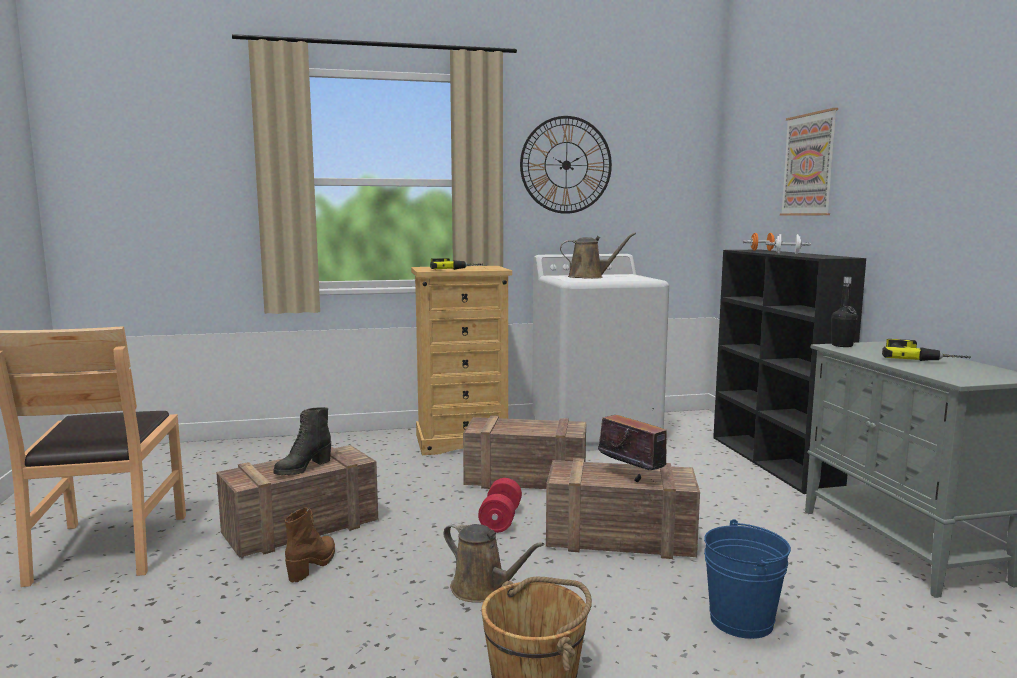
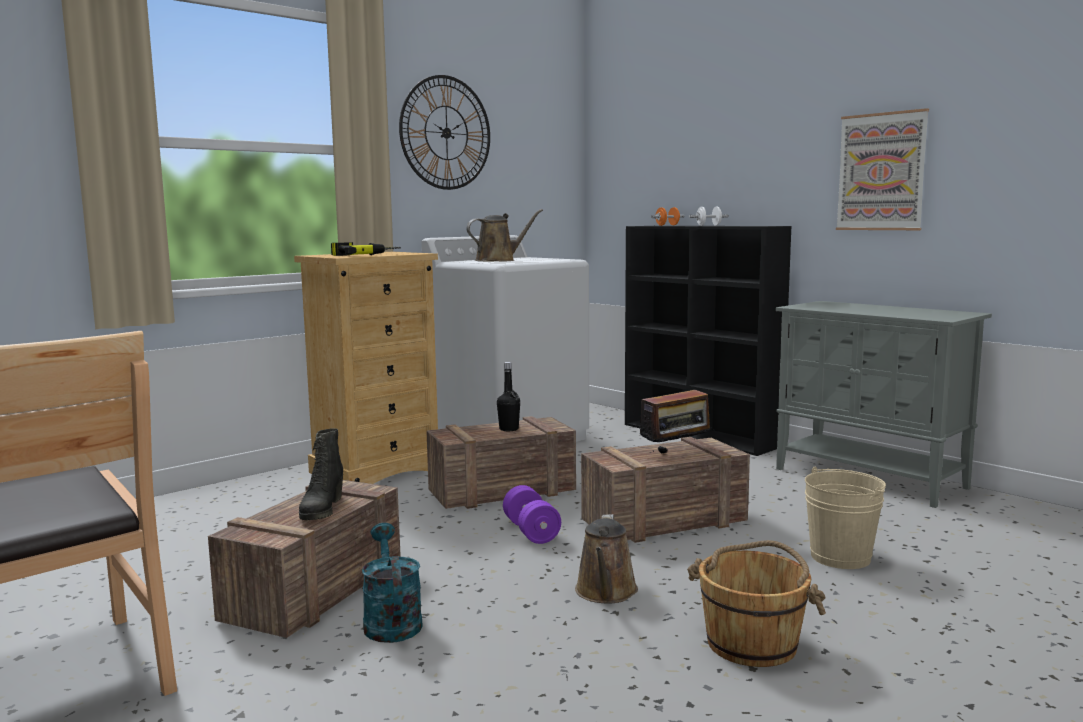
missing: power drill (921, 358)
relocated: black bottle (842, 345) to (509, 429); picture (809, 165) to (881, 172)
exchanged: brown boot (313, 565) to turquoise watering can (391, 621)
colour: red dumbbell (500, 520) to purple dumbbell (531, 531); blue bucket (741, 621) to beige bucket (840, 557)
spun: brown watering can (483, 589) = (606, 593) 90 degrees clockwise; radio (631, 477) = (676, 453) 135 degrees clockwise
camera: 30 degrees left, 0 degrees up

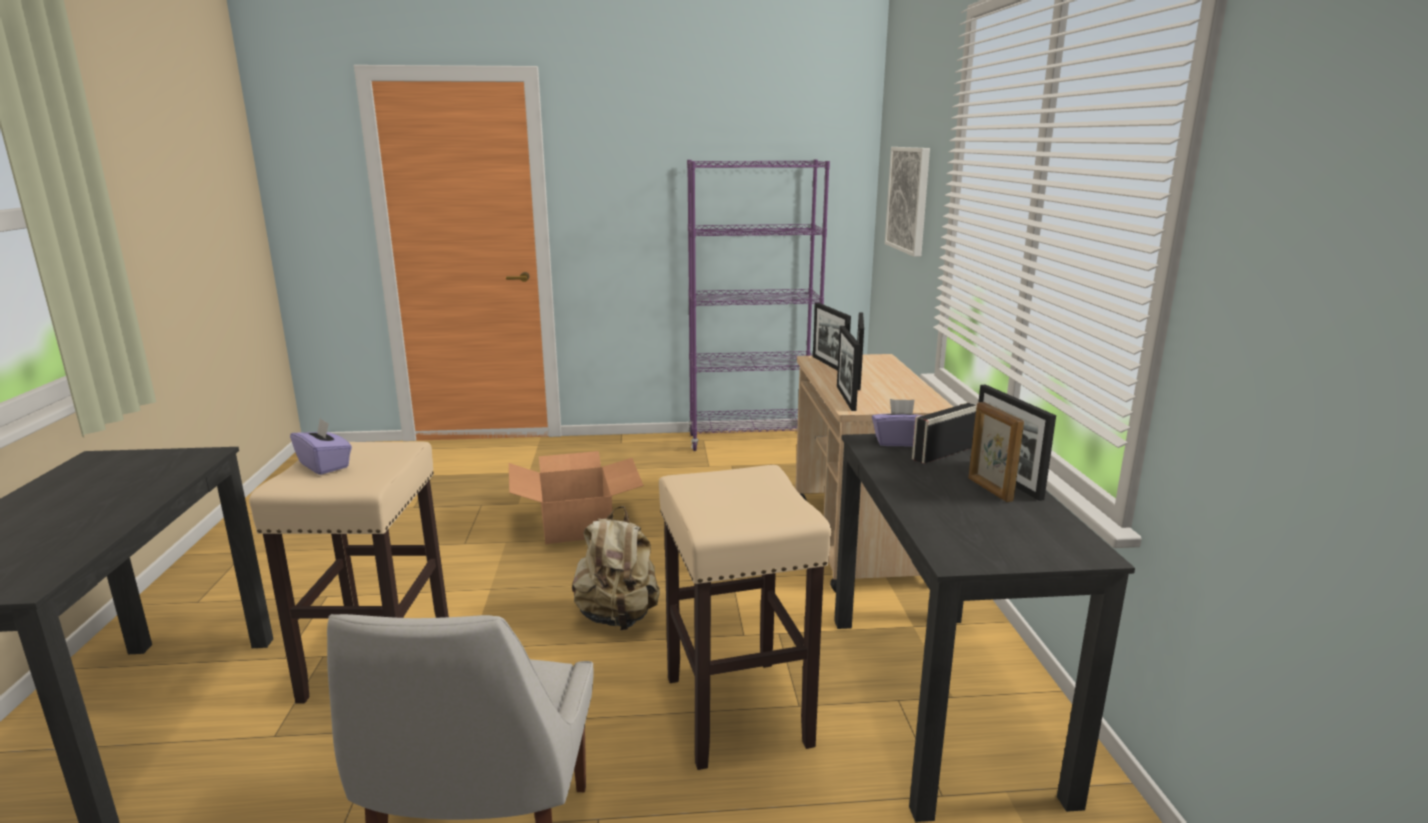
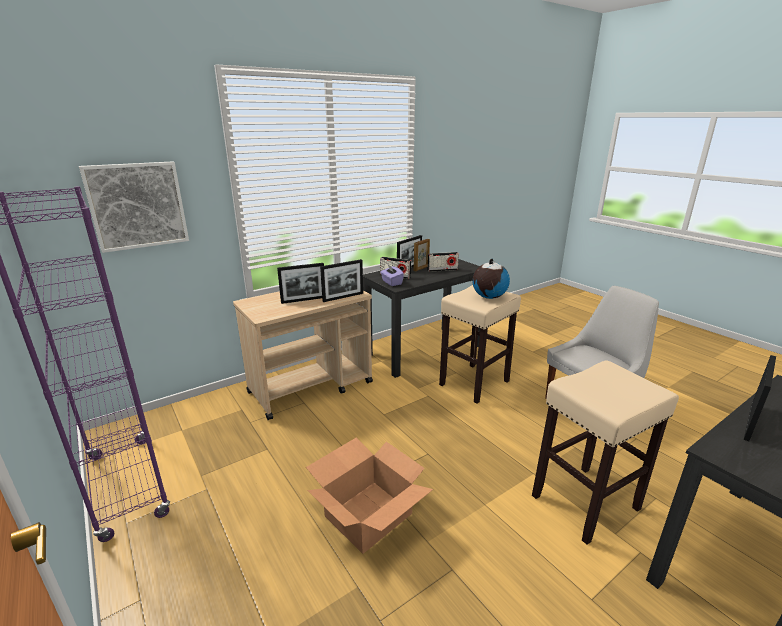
missing: purple tissue box (325, 465); beige backpack (618, 617)
appeared: radio (442, 270); globe (488, 297)
relocated: picture frame (829, 365) to (750, 422)
camera: 120 degrees left, 5 degrees up

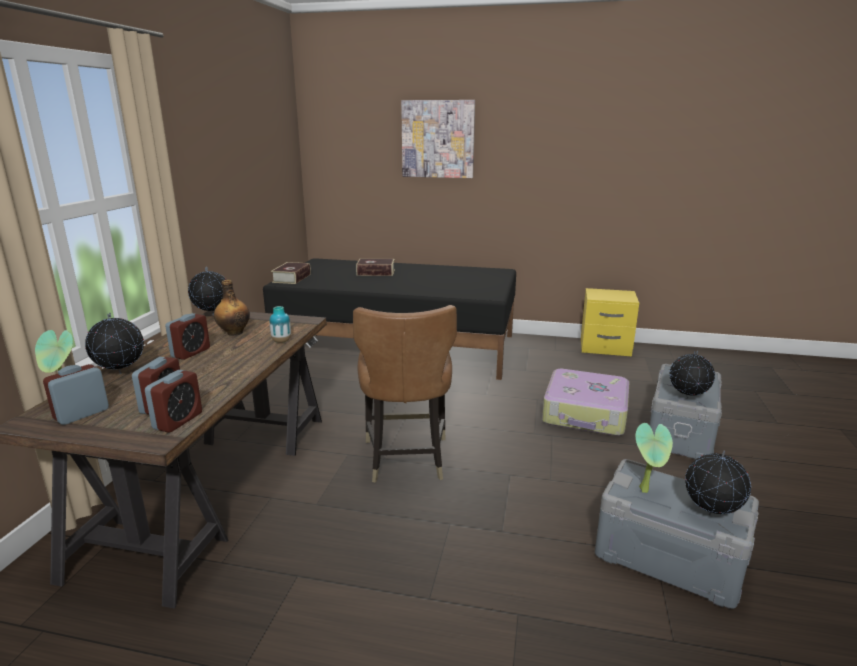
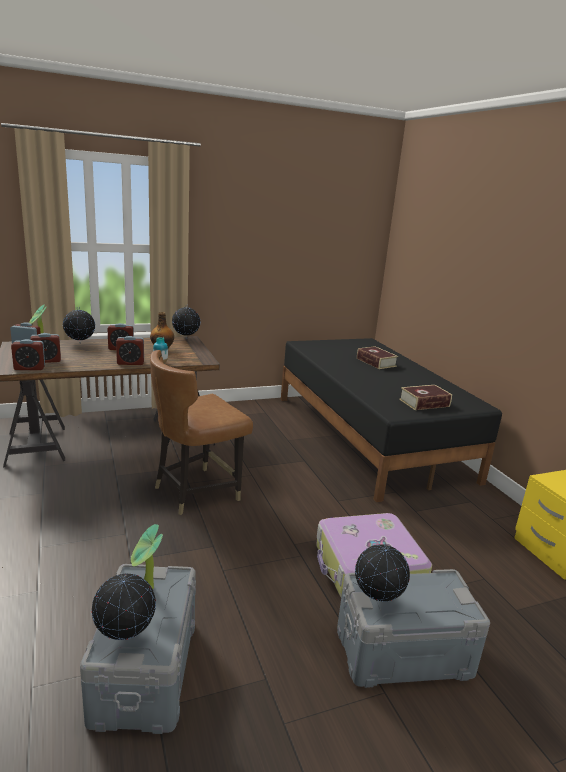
missing: picture (438, 139)
appeared: alarm clock (130, 363)
relocated: book (292, 278) to (424, 403)
camera: 55 degrees right, 0 degrees up

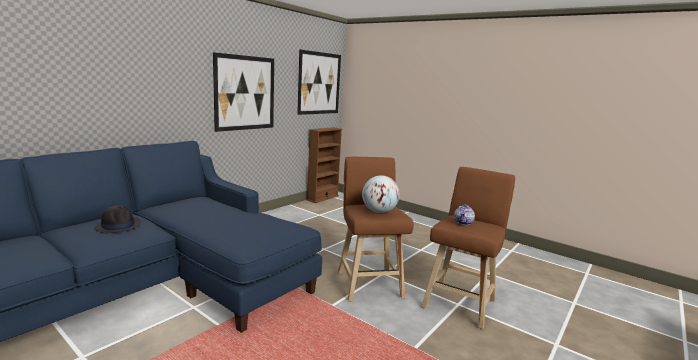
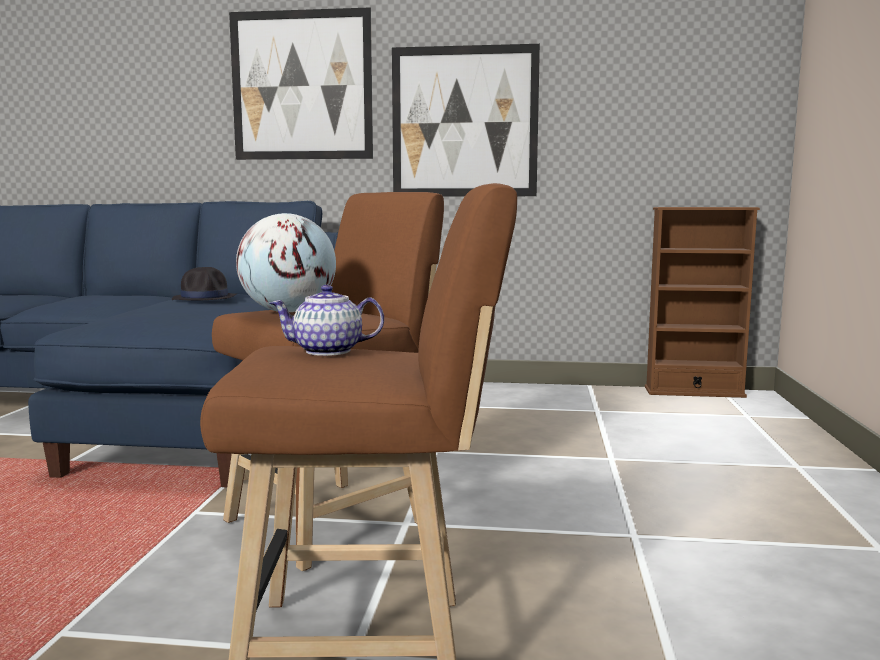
relocated: black hat (118, 225) to (205, 298); picture (319, 83) to (301, 85)
camera: 60 degrees right, 5 degrees down

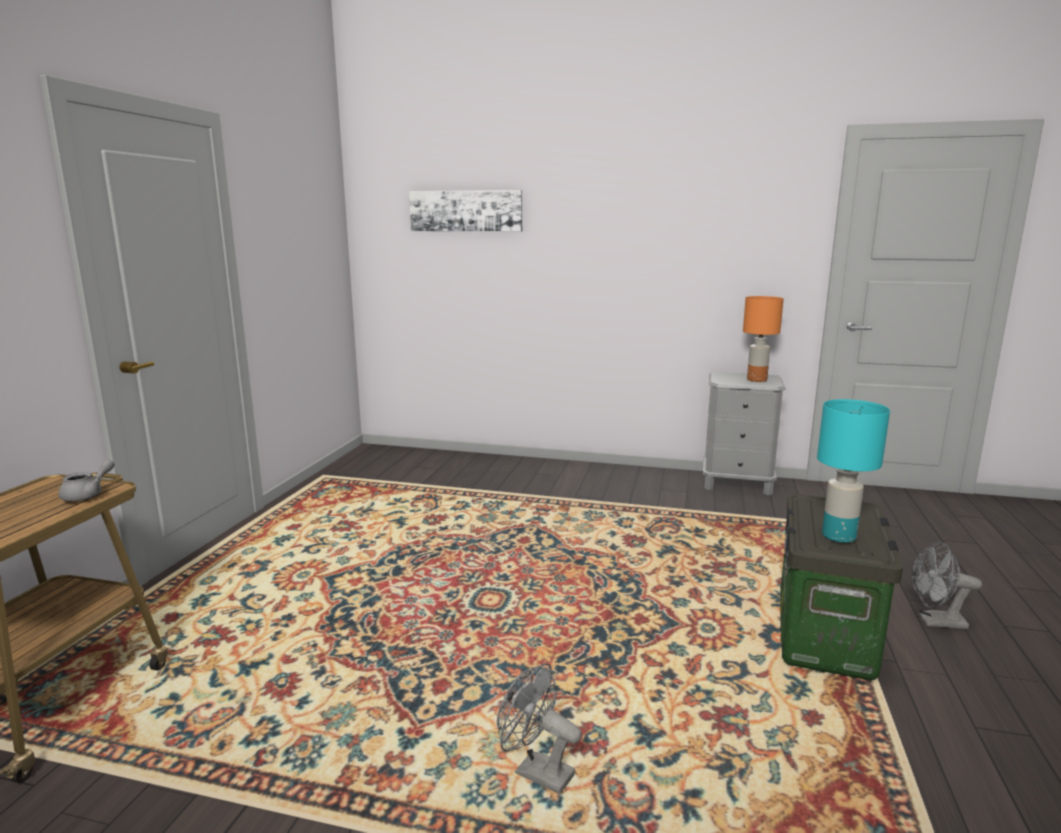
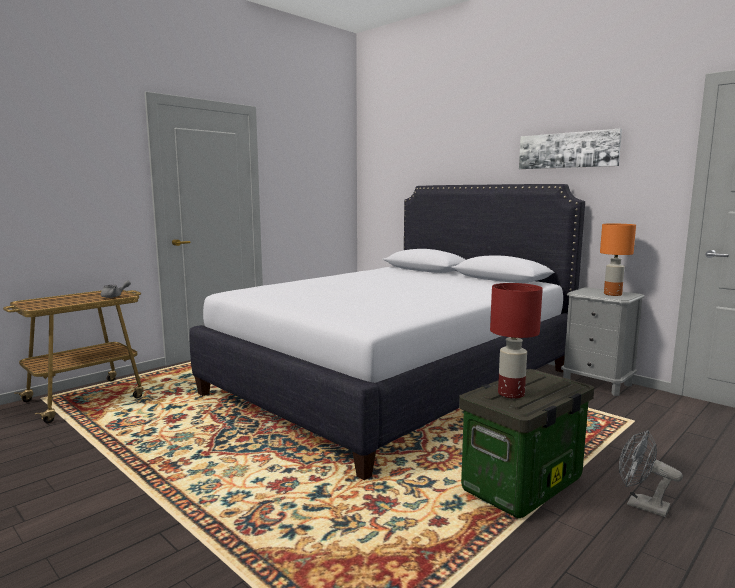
missing: grey fan (536, 771)
appeared: white bed (394, 381)
relocated: picture (466, 211) to (568, 150)
colour: turquoise table lamp (837, 536) to red table lamp (510, 394)
camera: 30 degrees right, 5 degrees down

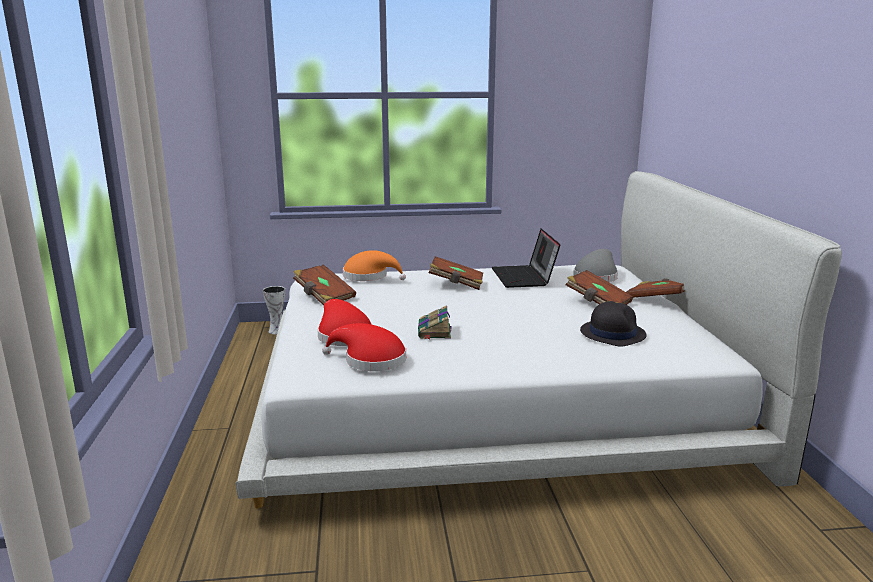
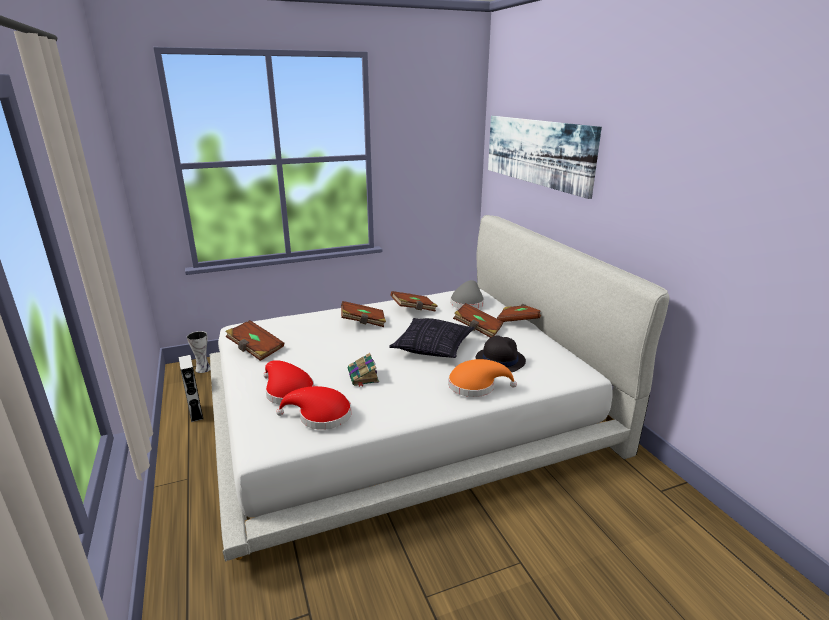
appeared: grey speaker (195, 413); pillow (432, 348); picture (537, 151)
relocated: orange hat (369, 276) to (475, 386)
exchanged: laptop (524, 277) to brown book (414, 309)
camera: 15 degrees left, 5 degrees up

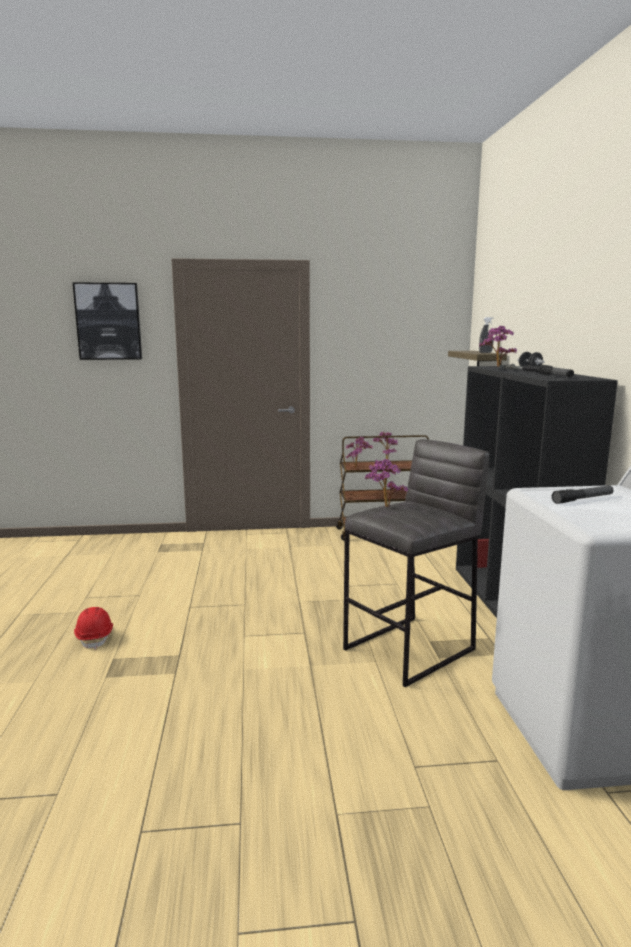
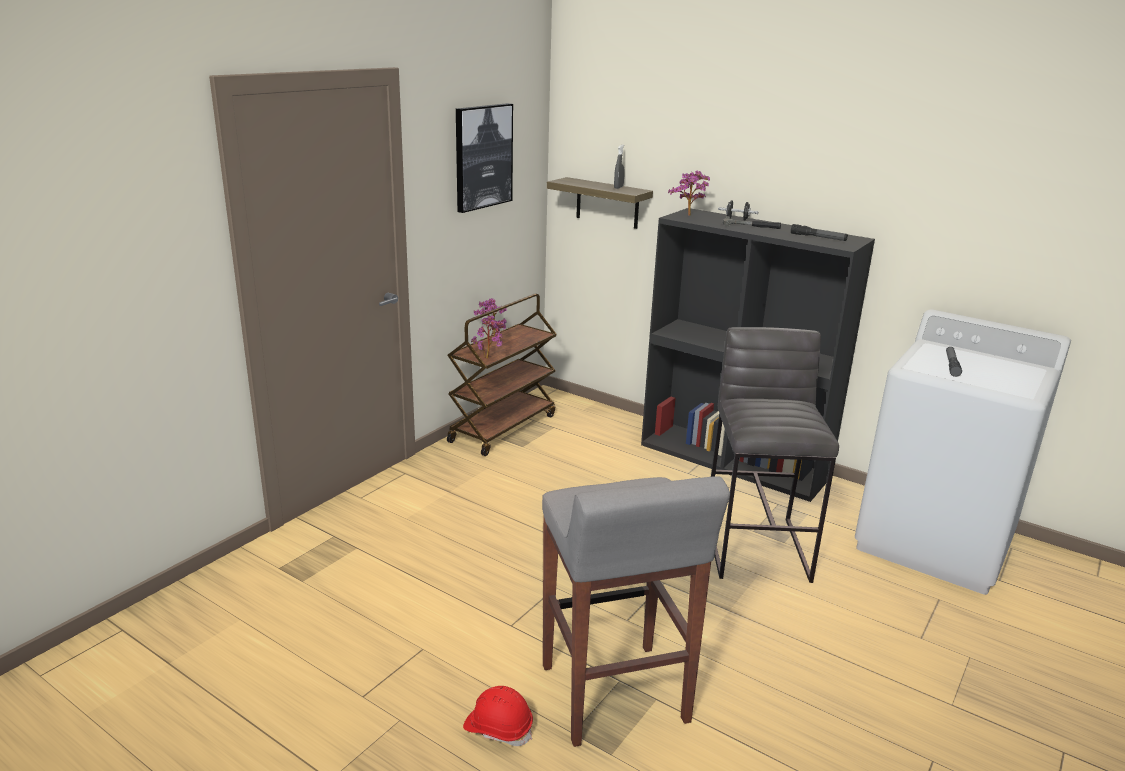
missing: potted plant (384, 507)
appeared: grey stool (614, 695)
relocated: picture (108, 321) to (482, 156)
camera: 50 degrees left, 10 degrees up

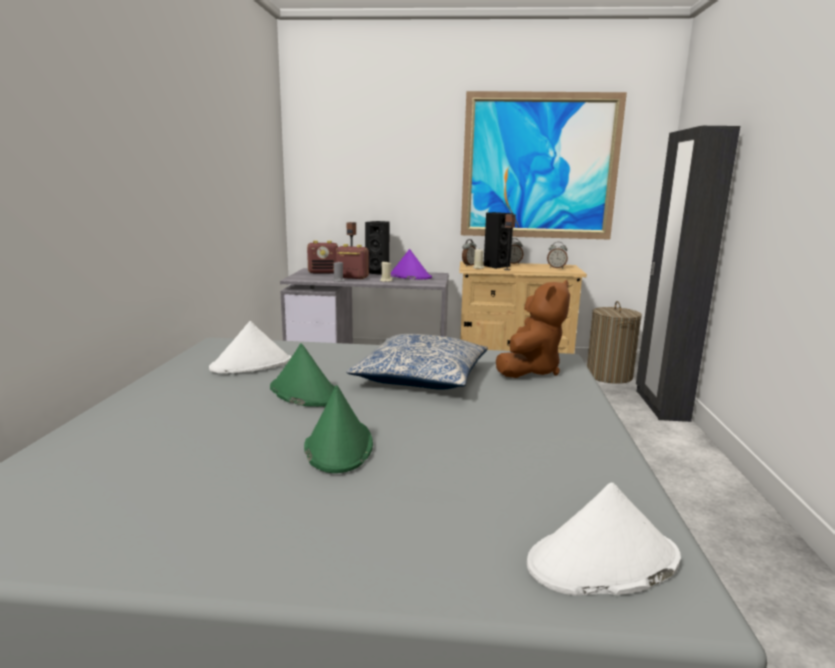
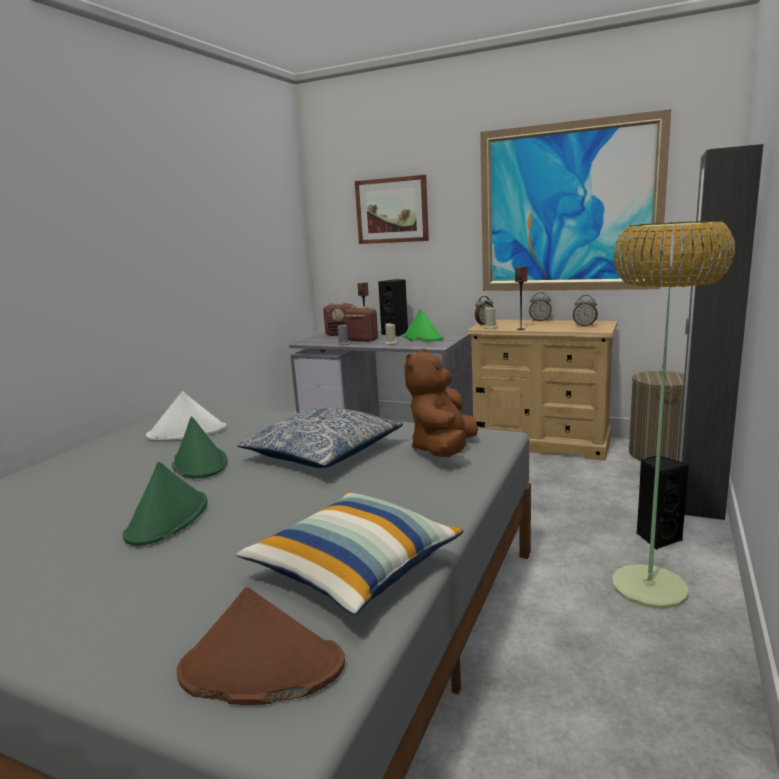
appeared: pillow (354, 569); picture (392, 210); floor lamp (650, 586)
relocated: black speaker (496, 266) to (657, 538)
colour: white hat (602, 562) to brown hat (260, 668); purple hat (409, 276) to green hat (422, 338)
spun: brown plush toy (529, 370) = (443, 450) 150 degrees clockwise
camera: 20 degrees right, 0 degrees up

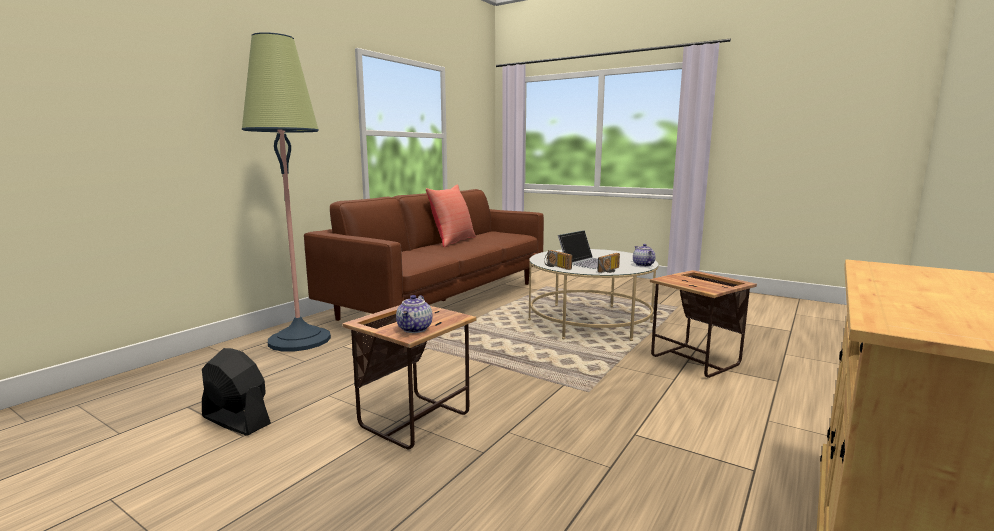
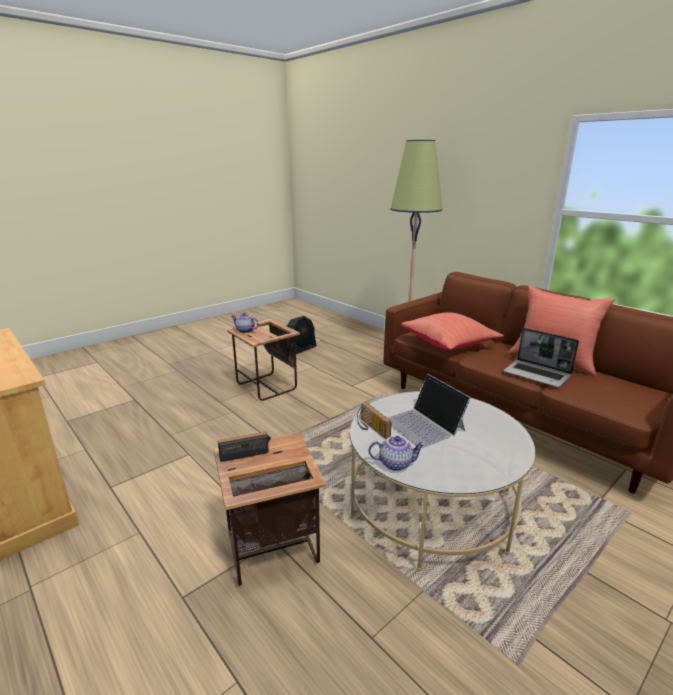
appeared: red pillow (449, 344); laptop (538, 374)
relocated: radio (556, 266) to (245, 452)
camera: 105 degrees right, 10 degrees up

